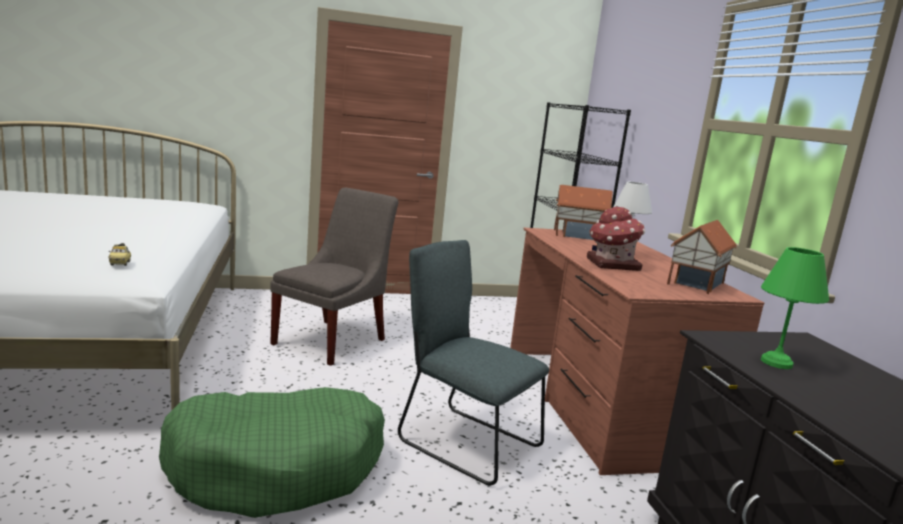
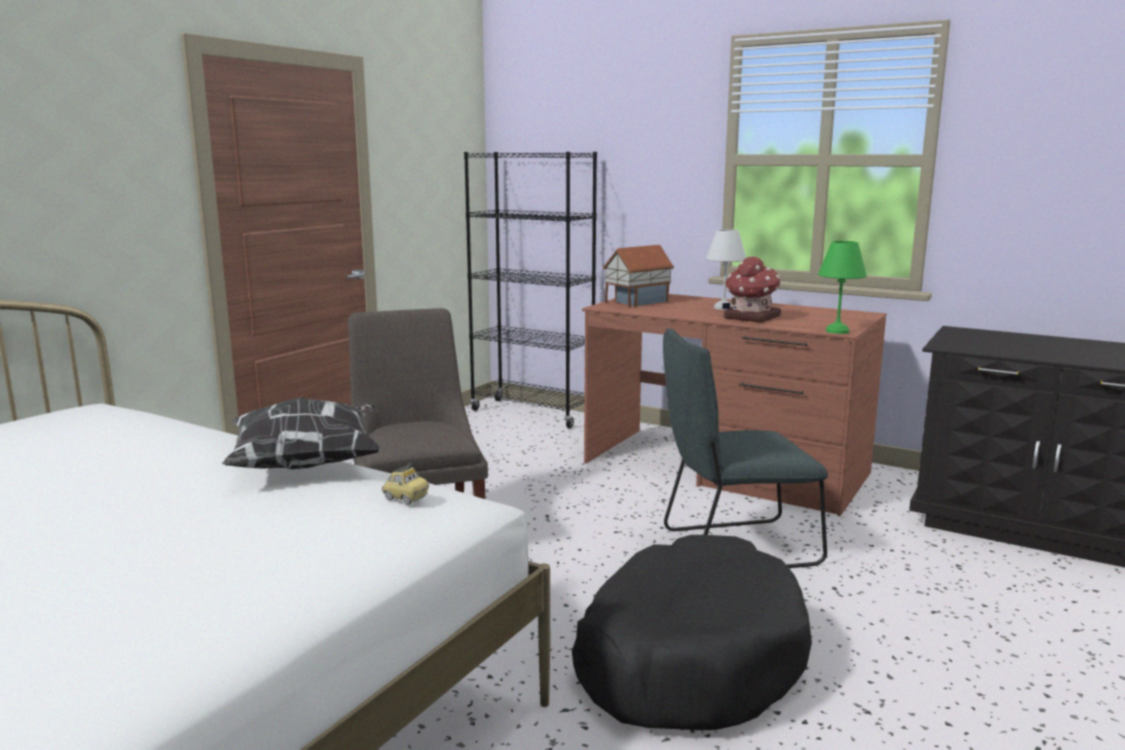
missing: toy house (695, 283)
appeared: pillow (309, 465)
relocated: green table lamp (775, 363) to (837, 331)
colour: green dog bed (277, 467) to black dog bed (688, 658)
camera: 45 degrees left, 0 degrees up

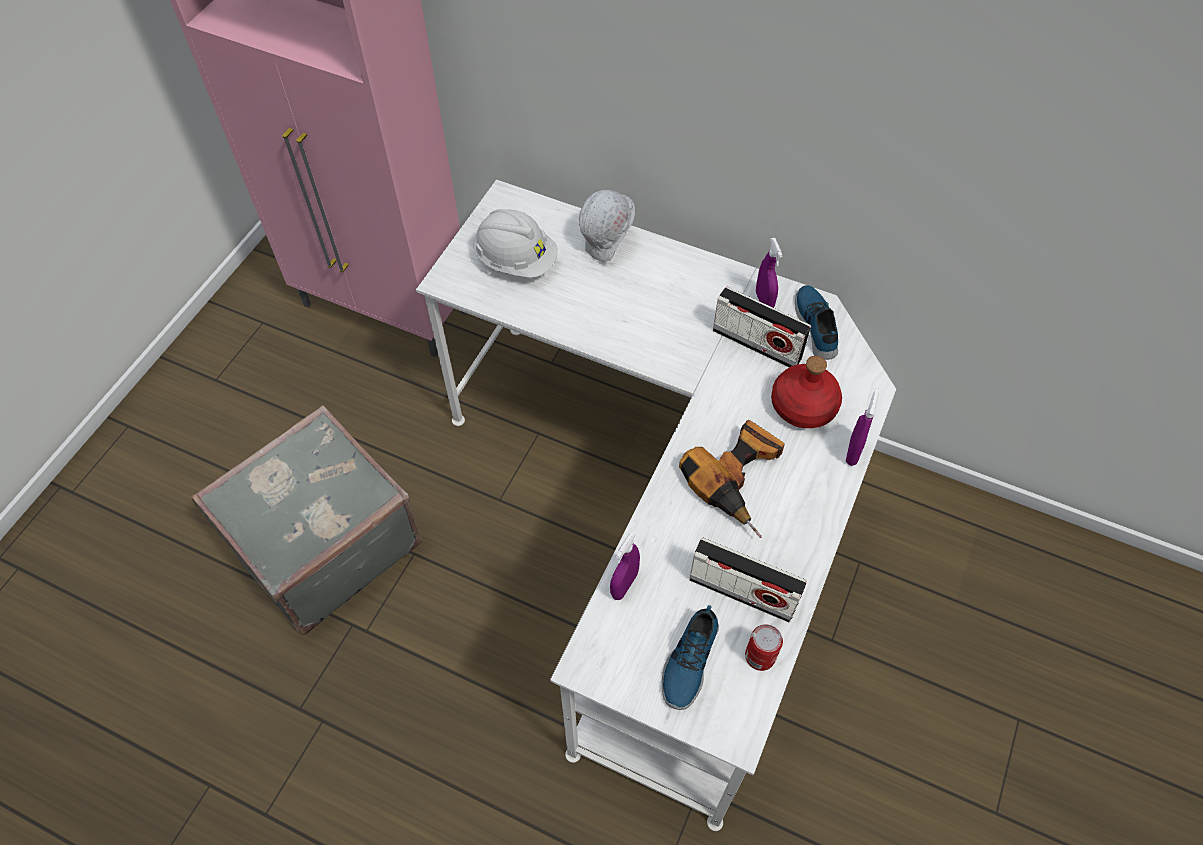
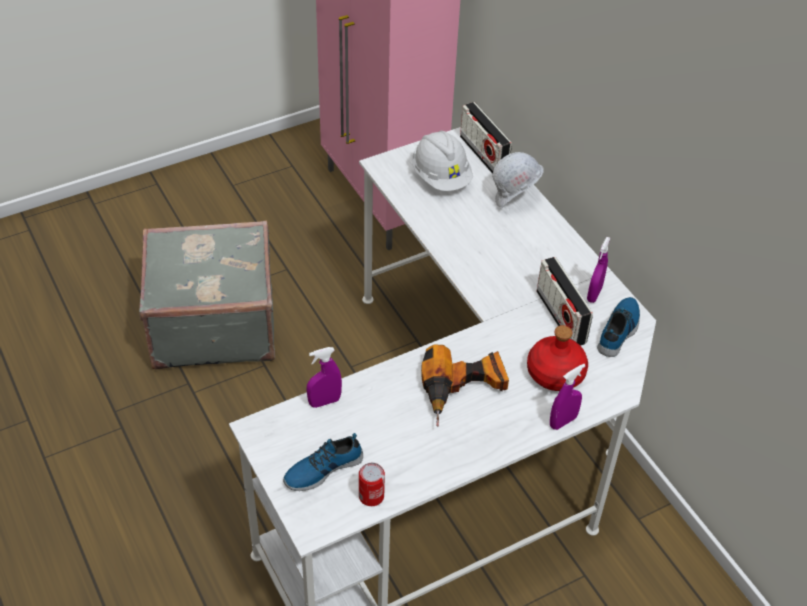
relocated: radio (742, 592) to (483, 155)
camera: 35 degrees right, 10 degrees down

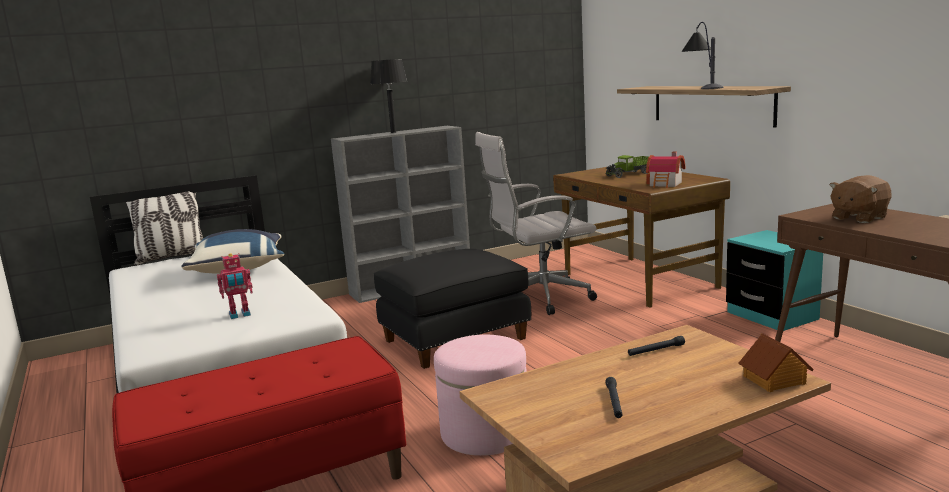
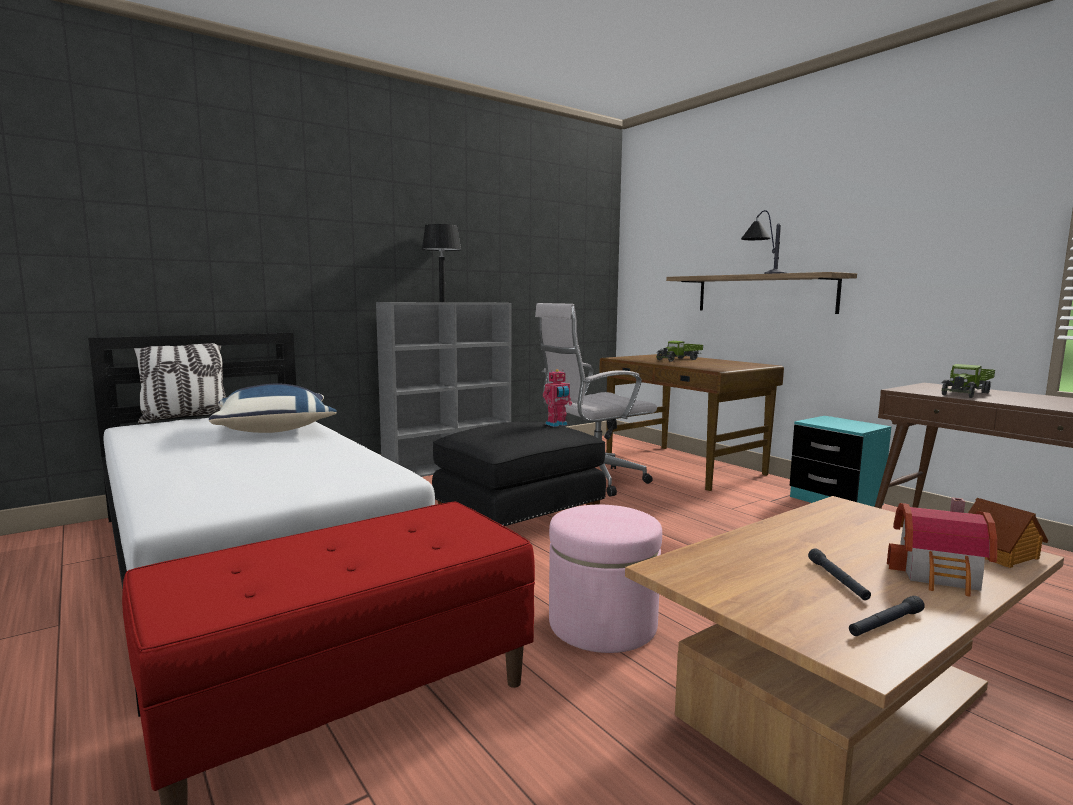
relocated: toy robot (240, 315) to (557, 425); black flashlight (656, 350) to (885, 624); toy house (666, 184) to (941, 575)
exchanged: brown plush toy (858, 218) to toy truck (966, 393)
camera: 10 degrees left, 5 degrees down

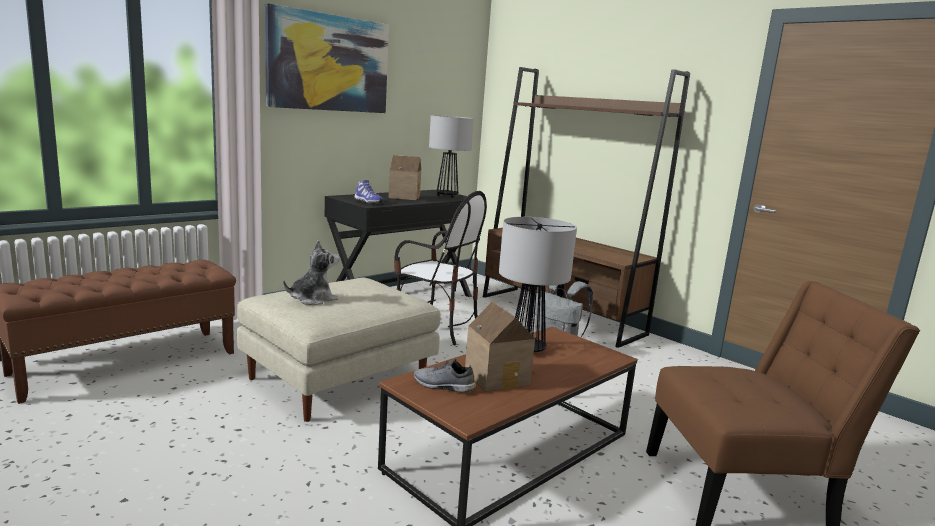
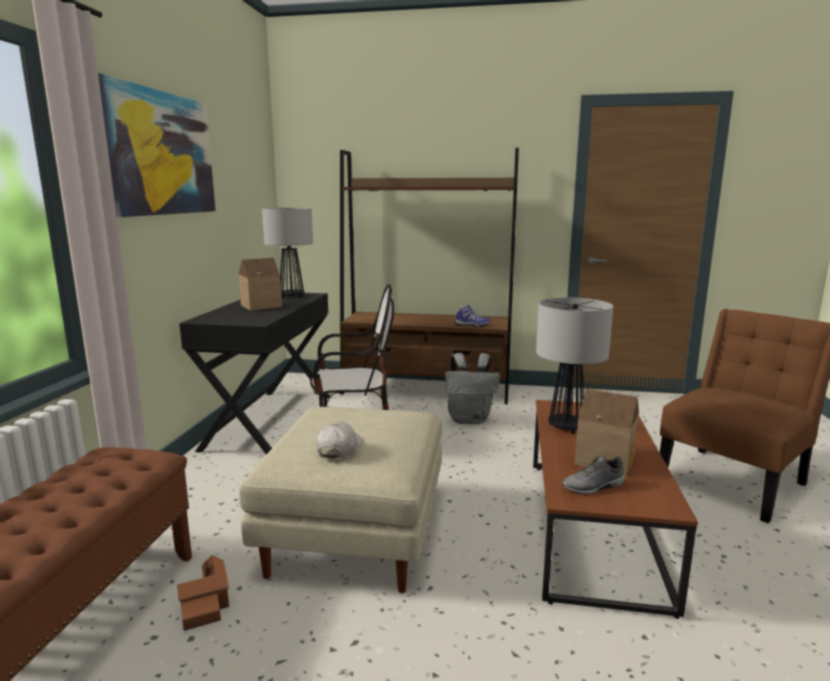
appeared: toy house (206, 604)
relocated: shoe (368, 202) to (472, 325)
exchanged: plush toy (313, 299) to white cap (339, 448)
camera: 35 degrees left, 0 degrees up

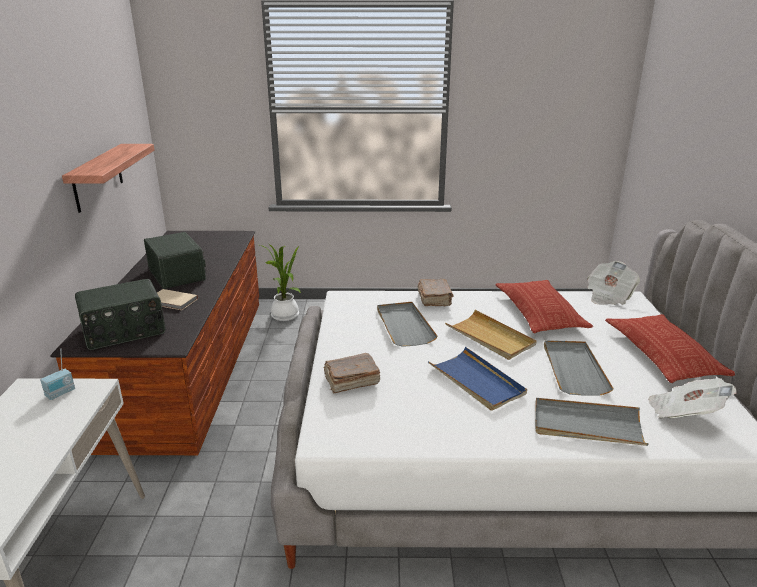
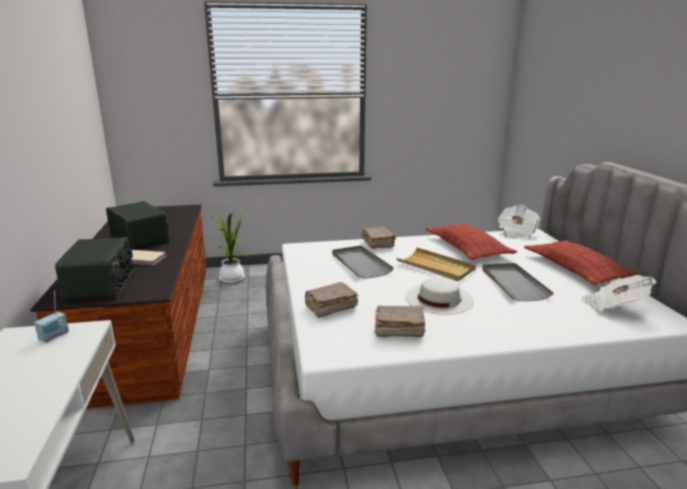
missing: shelf (97, 177); grey tray (587, 425)
appeared: brown book (398, 330)
exchanged: blue tray (476, 381) to white hat (439, 298)
spun: radio (124, 331) = (102, 285) 60 degrees counterclockwise
camera: 10 degrees left, 5 degrees down

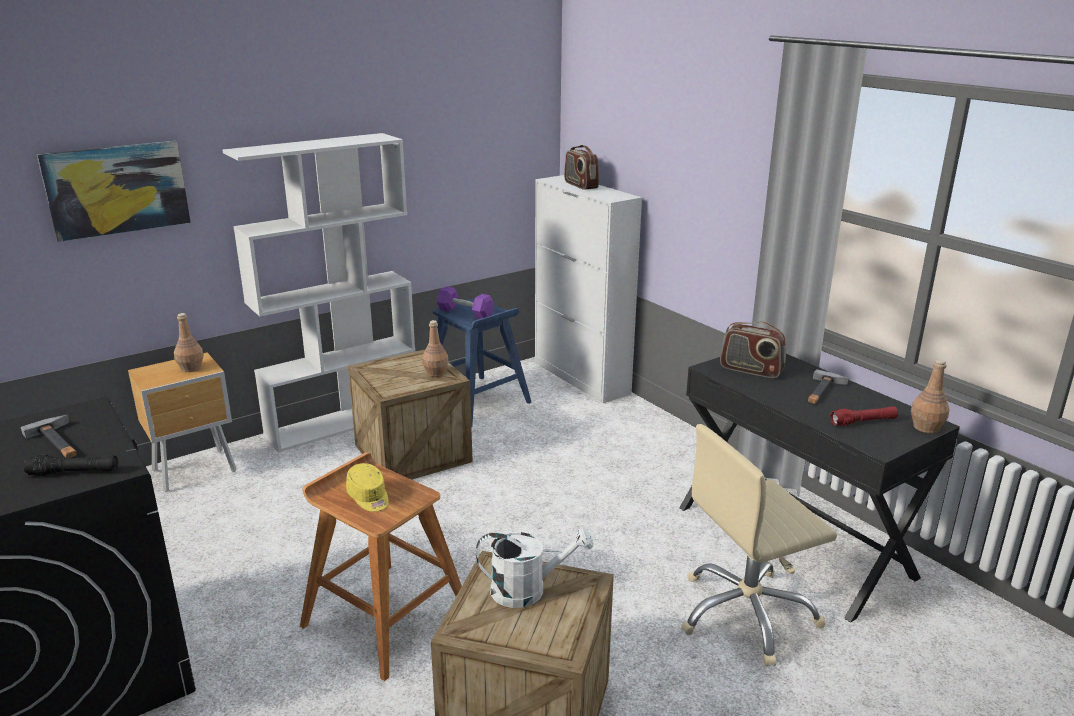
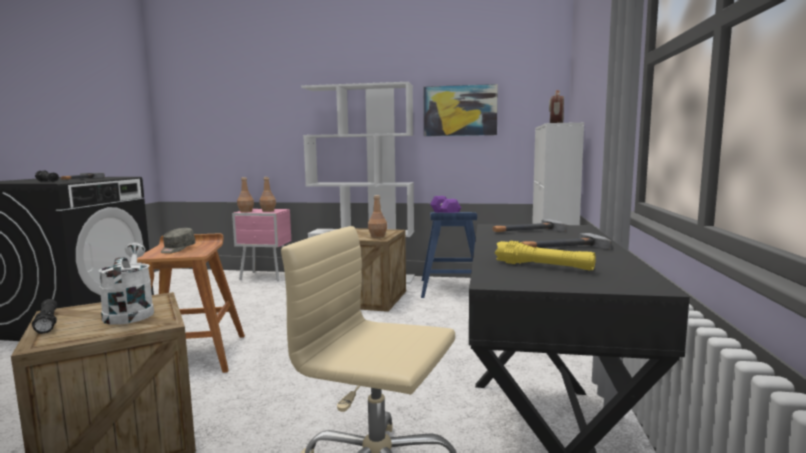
appeared: black flashlight (47, 322)
relocated: brown bottle (926, 428) to (246, 211); picture (117, 189) to (460, 110)
exchanged: radio (751, 370) to hammer (528, 231)
colour: yellow cap (369, 497) to grey cap (177, 249); brown nightstand (196, 471) to pink nightstand (266, 277); red flashlight (863, 422) to yellow flashlight (543, 266)
spun: white watering can (528, 590) = (130, 312) 150 degrees counterclockwise
camera: 45 degrees right, 15 degrees down

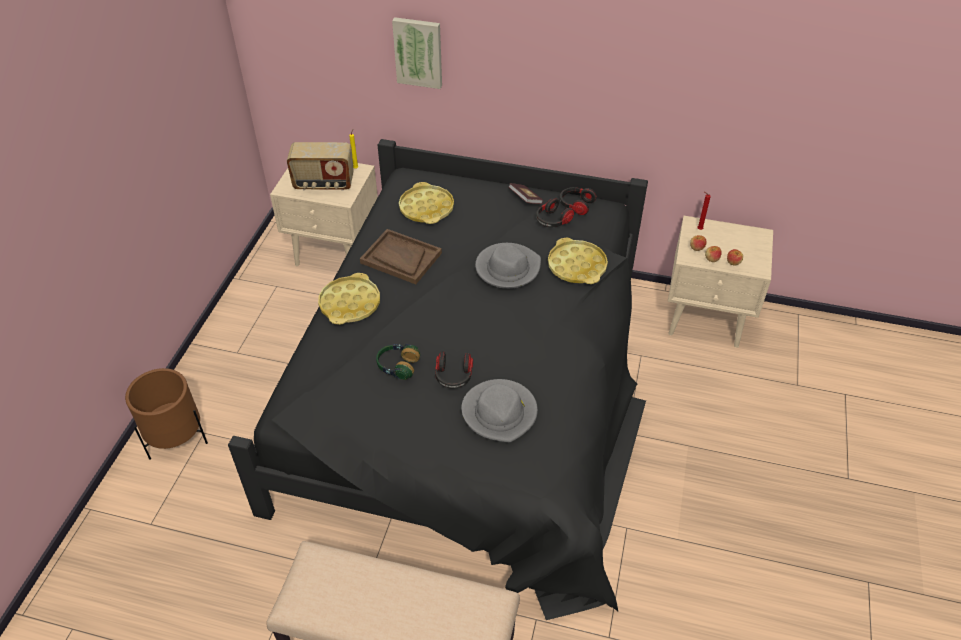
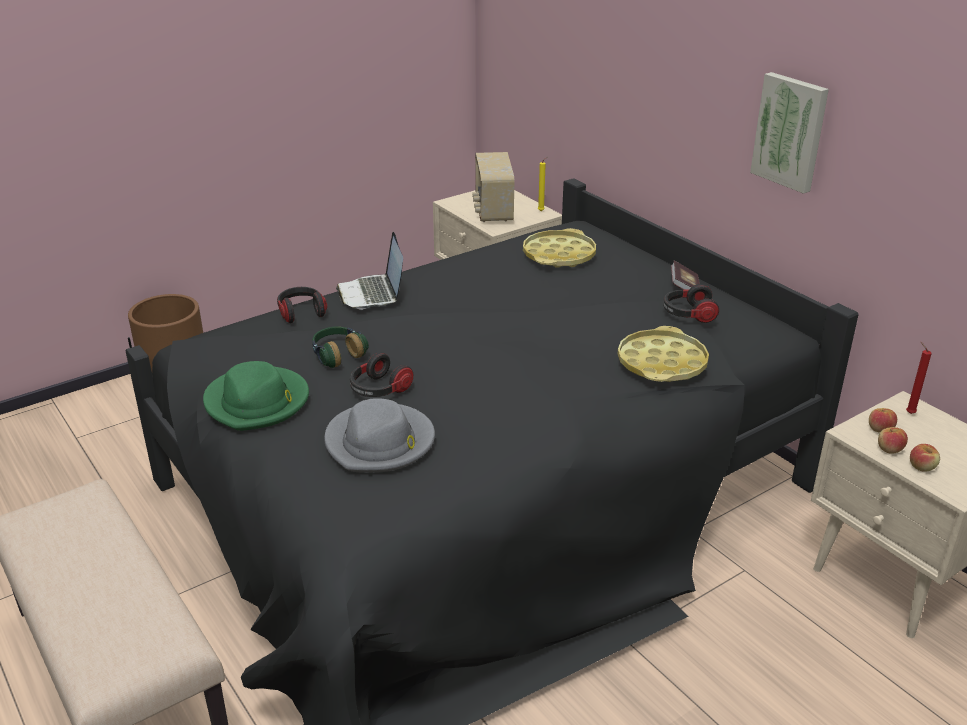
missing: brown tray (401, 258); grey hat (507, 268)
appeared: green hat (258, 402)
relocated: headphones (575, 205) to (301, 312); picture (418, 52) to (791, 131)
exchanged: yellow tray (350, 304) to laptop (372, 294)
spun: radio (324, 184) = (492, 211) 45 degrees clockwise
camera: 40 degrees right, 15 degrees down

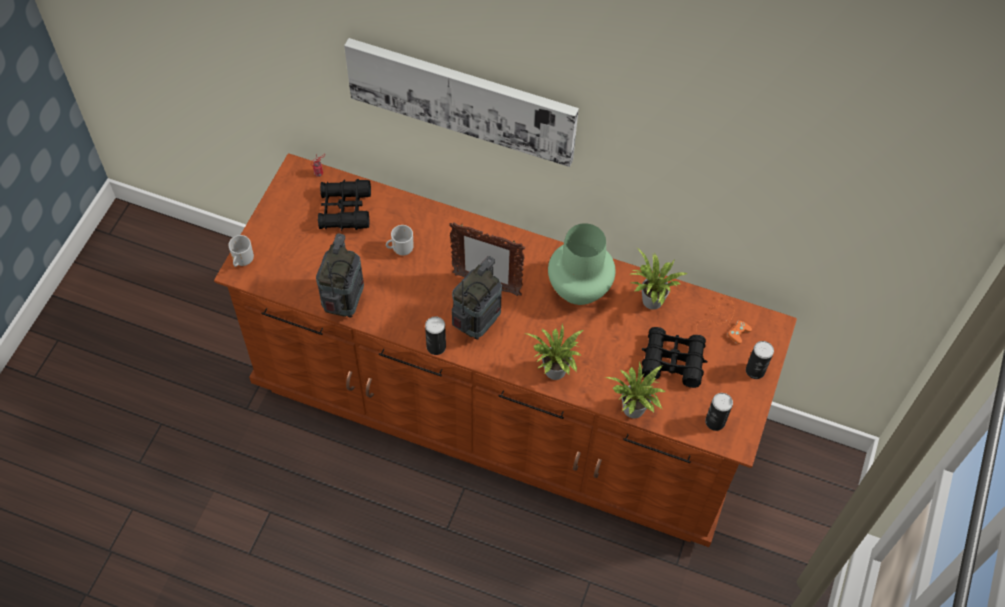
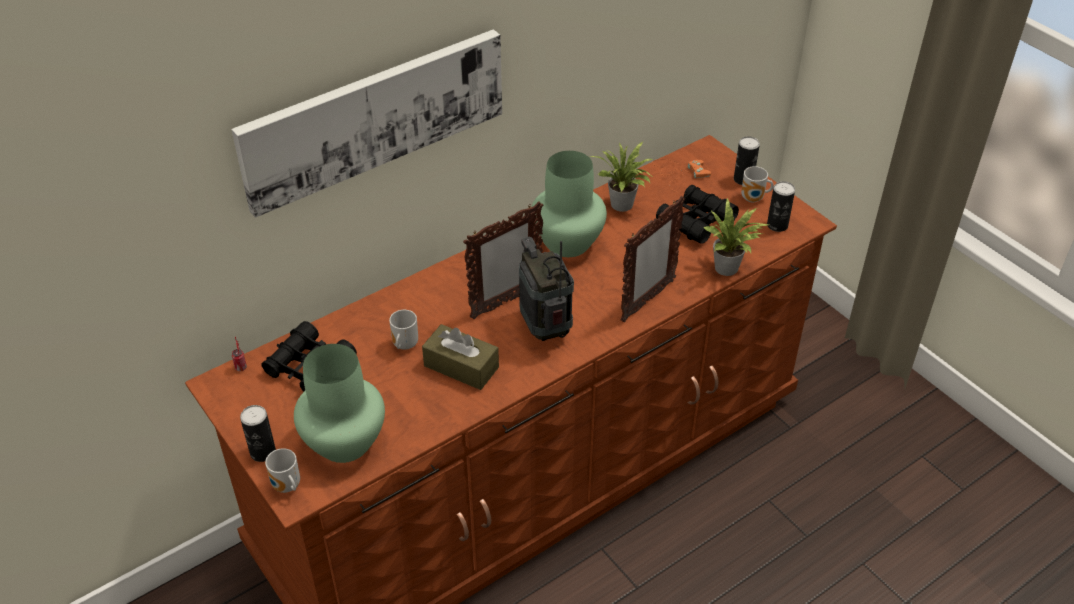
missing: radio (344, 304)
appeared: green vase (346, 442); brown tissue box (461, 366); mug (753, 199)
relocated: can (436, 346) to (263, 452)
exchanged: potted plant (555, 373) to picture frame (647, 301)
camera: 55 degrees left, 15 degrees down

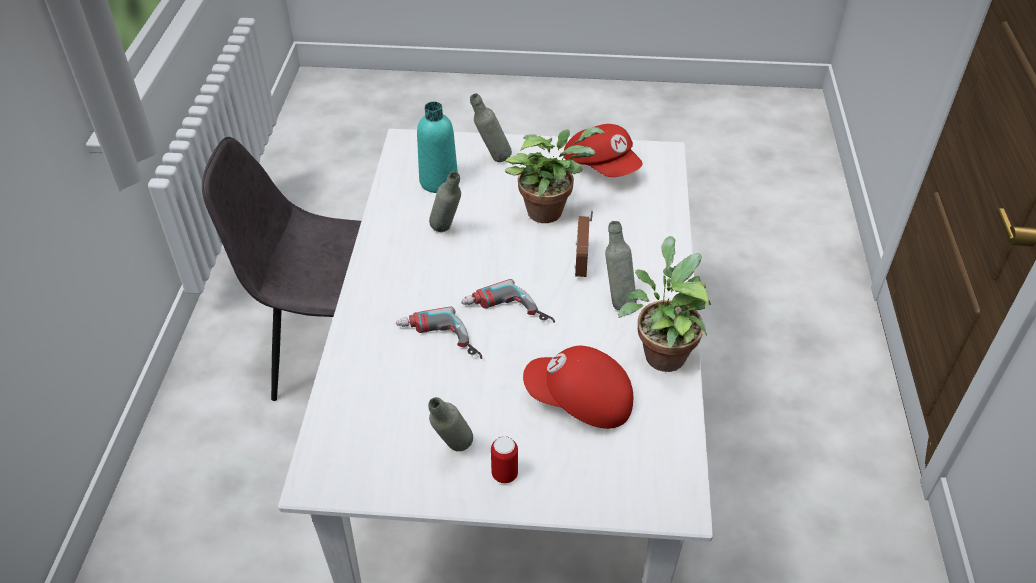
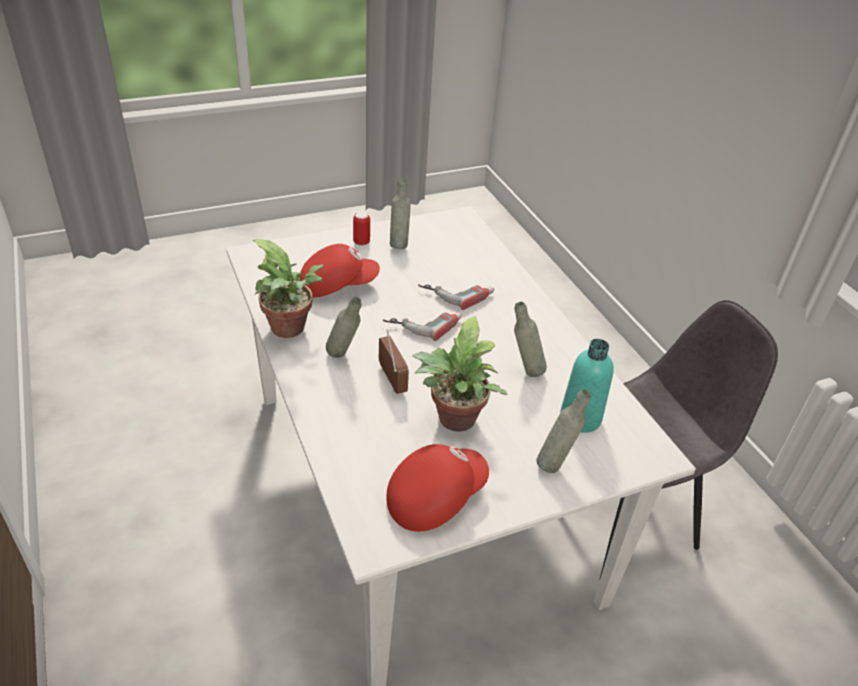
spun: red cap (602, 166) = (434, 497) 120 degrees clockwise
camera: 150 degrees right, 5 degrees down

